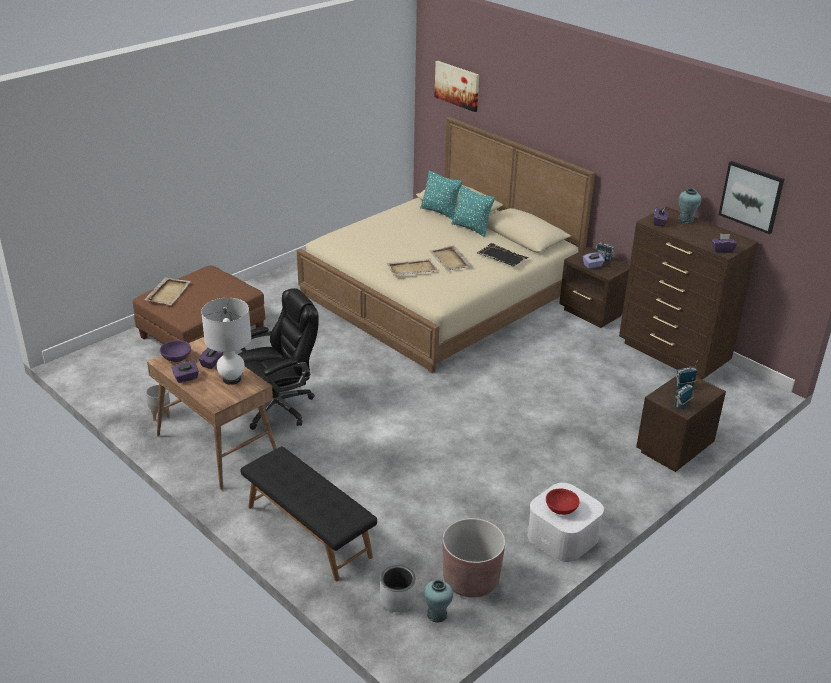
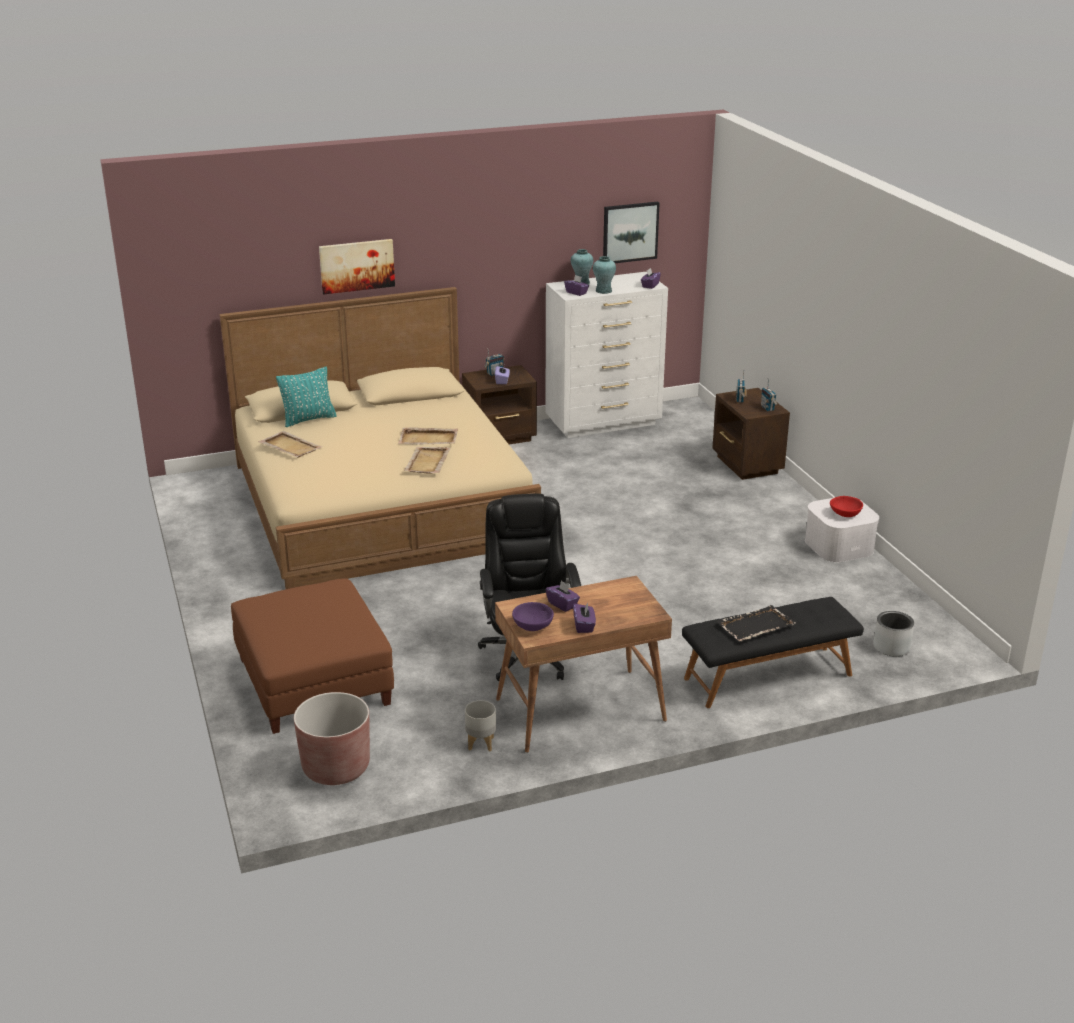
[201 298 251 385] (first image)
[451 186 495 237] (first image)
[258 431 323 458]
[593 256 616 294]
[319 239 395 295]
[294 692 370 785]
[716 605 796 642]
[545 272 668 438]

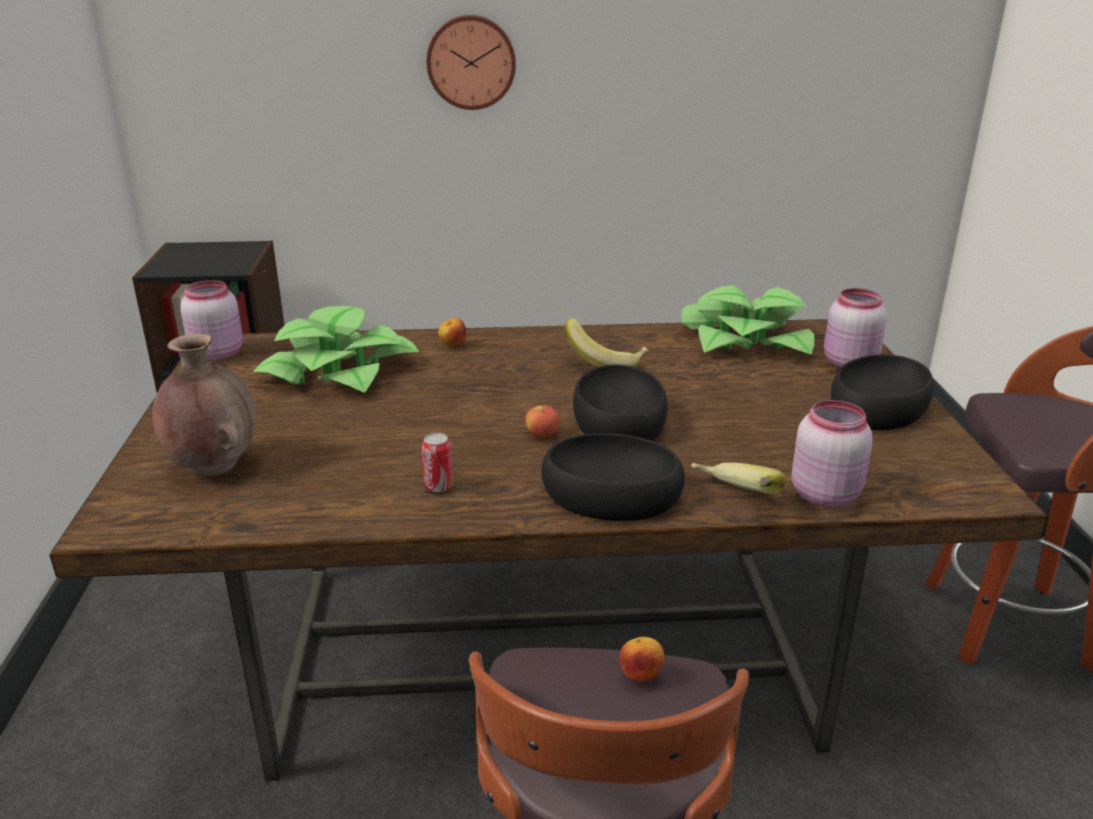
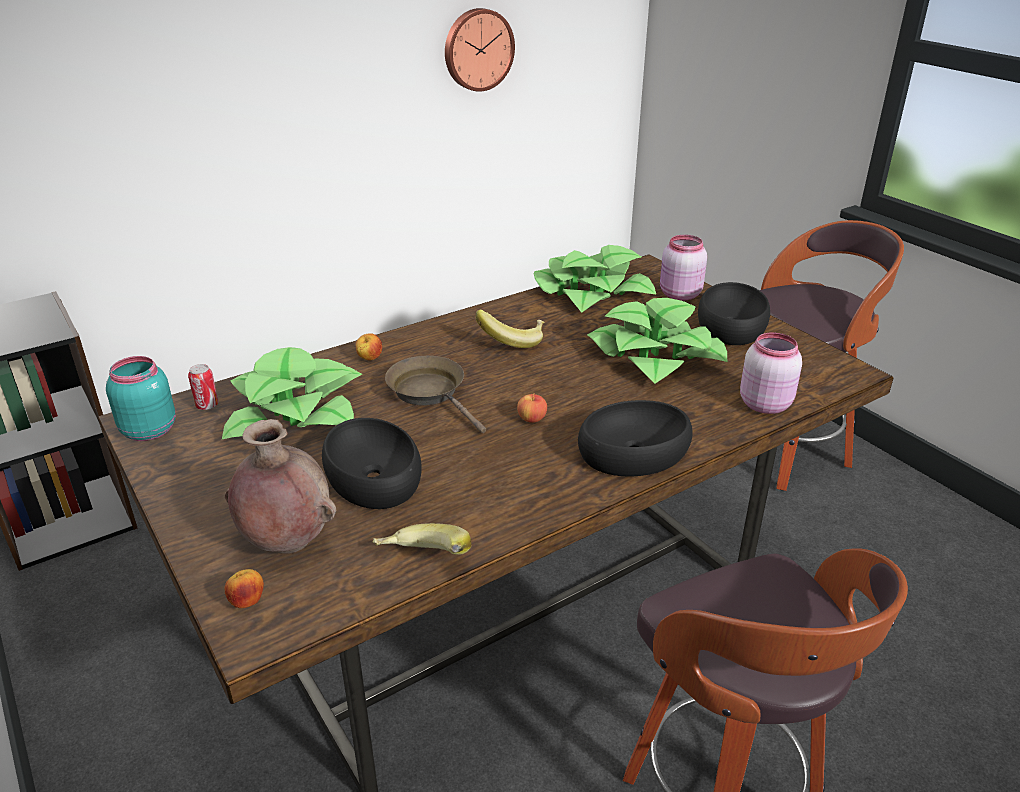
[385 356 486 433]
[587 298 727 384]
[188 364 218 410]
[445 8 515 92]
[322 418 422 509]
[225 569 264 608]
[373 523 471 555]
[106 356 175 441]

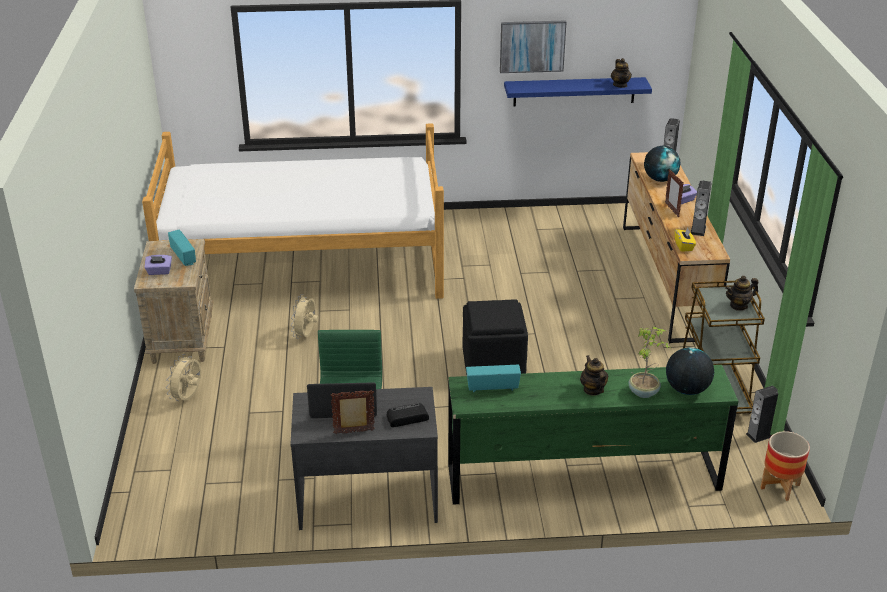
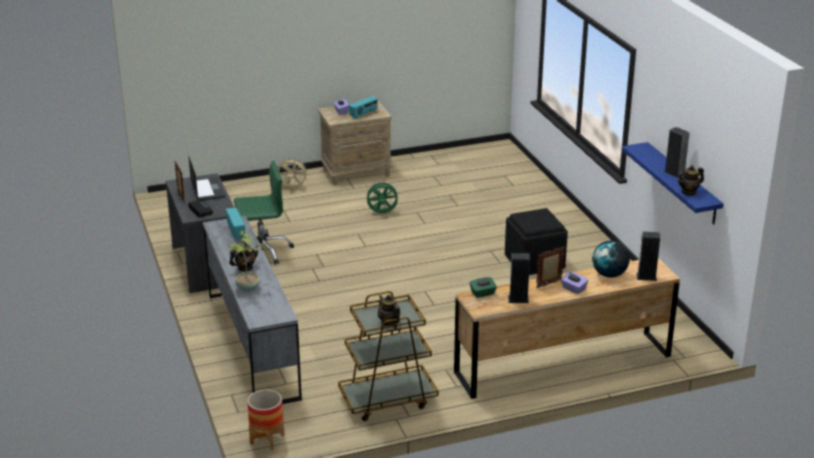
[142 123 444 299] (first image)
[500 21 566 73] (first image)
[666 347 714 395] (first image)
[505 208 568 275]
[664 127 689 178]
[365 181 400 213]
[203 216 302 404]
[470 277 497 298]

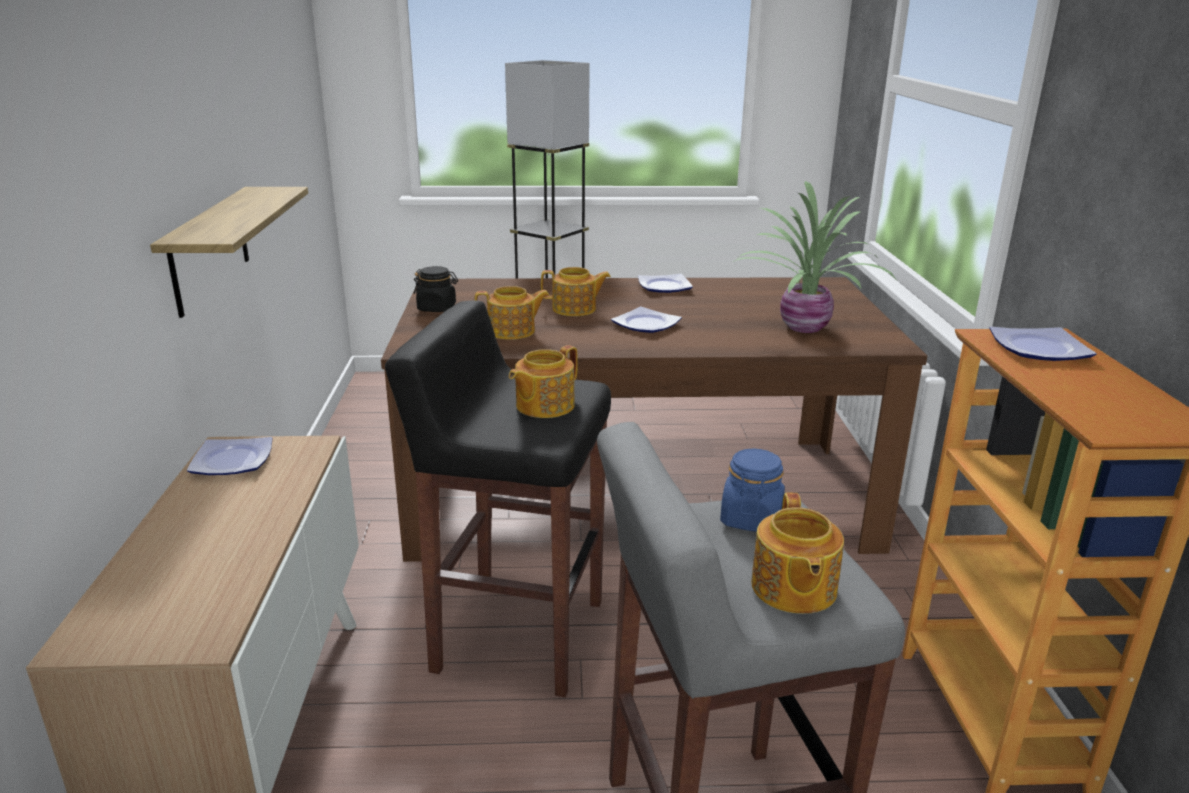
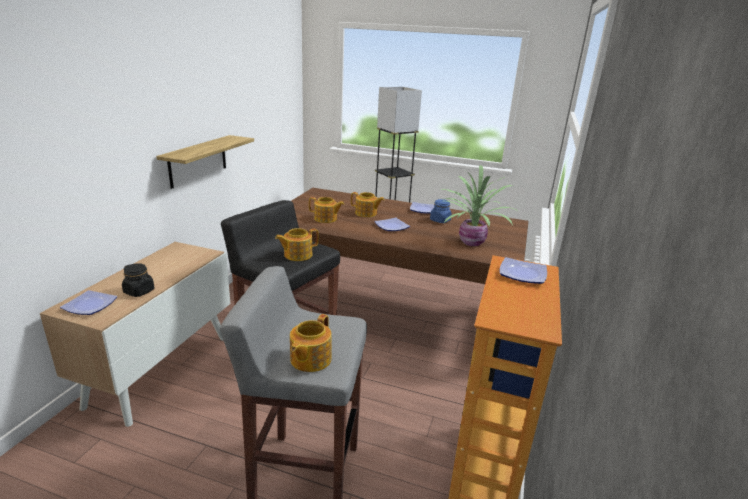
[60 290 117 315]
[122 263 154 297]
[430 199 452 223]

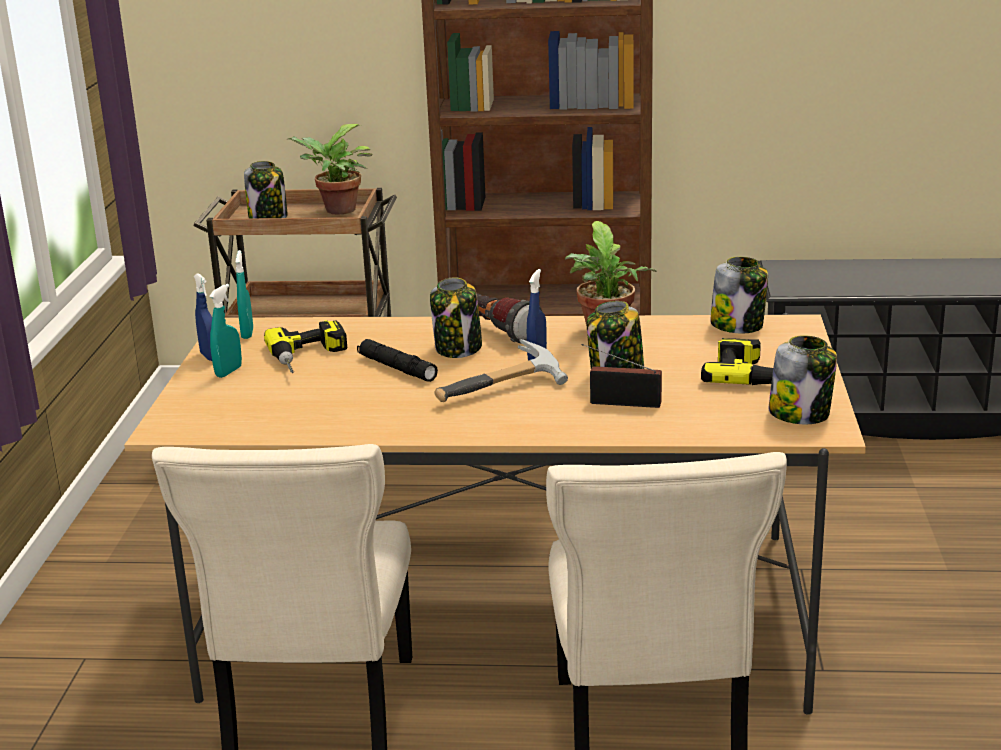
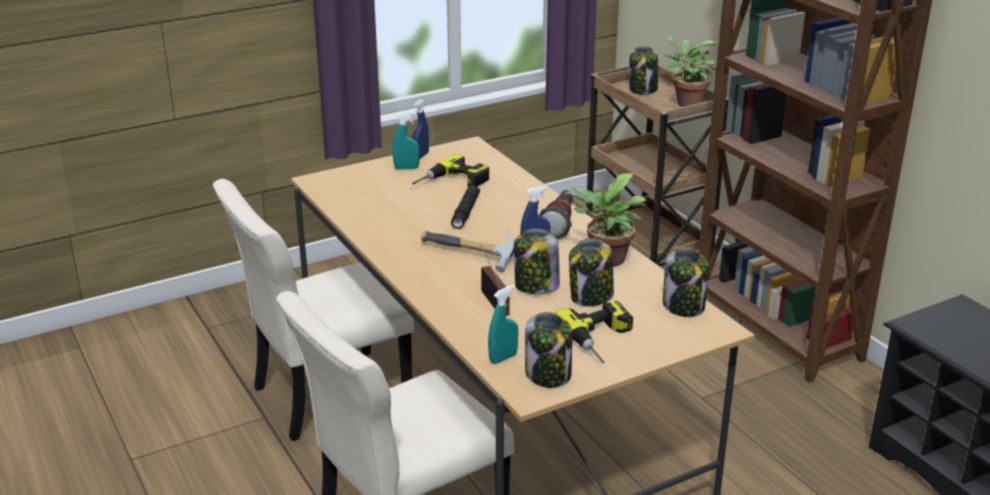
[488 285 518 364]
[569 238 614 307]

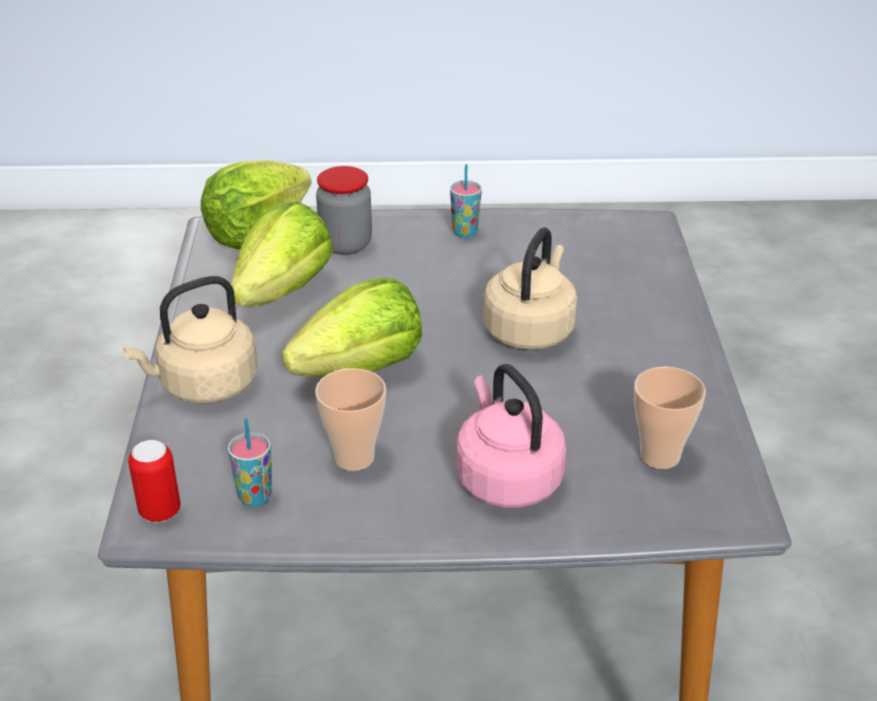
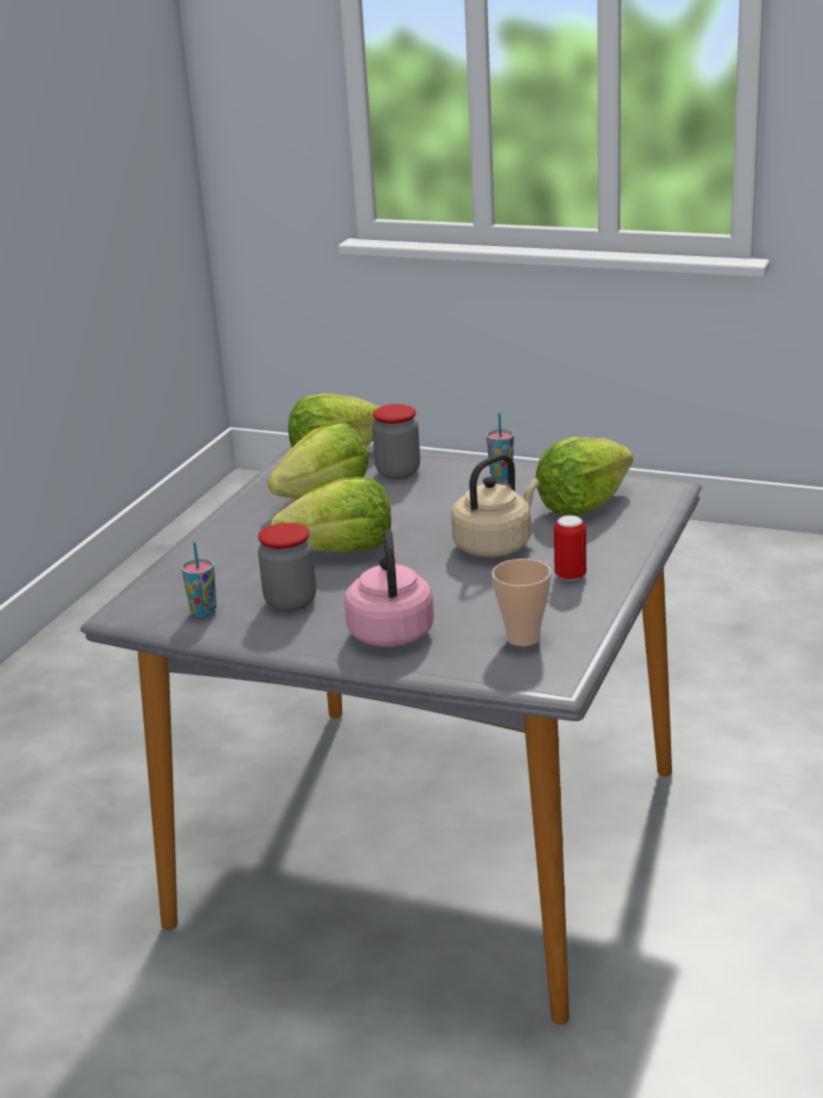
[123 276 257 403] (first image)
[536 437 633 516]
[554 515 586 581]
[258 523 316 612]

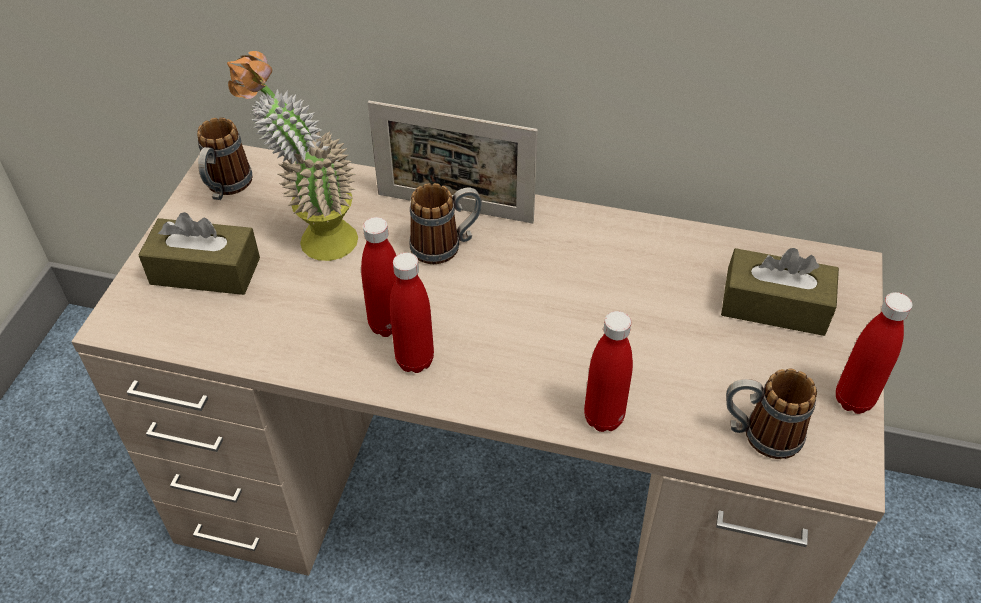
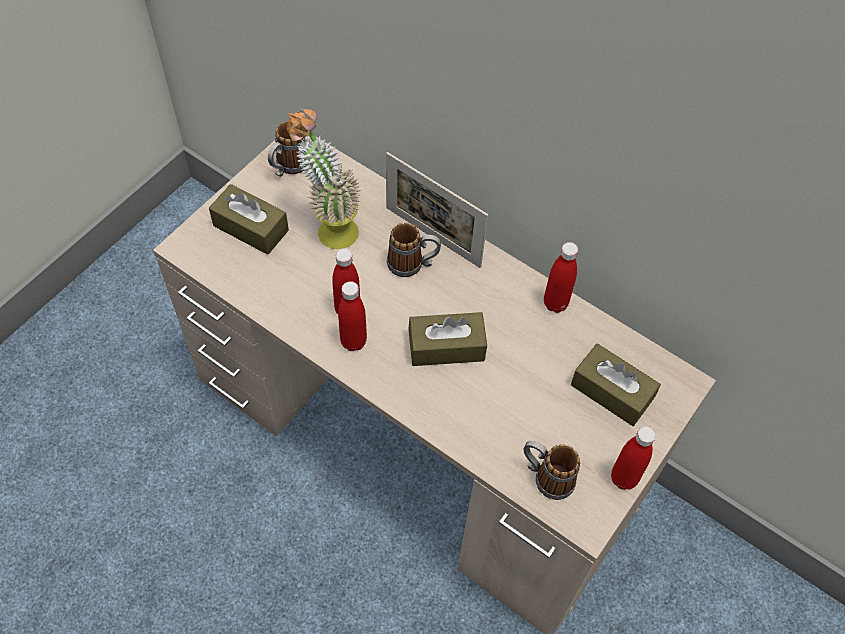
[408 312 487 366]
[544 242 578 313]

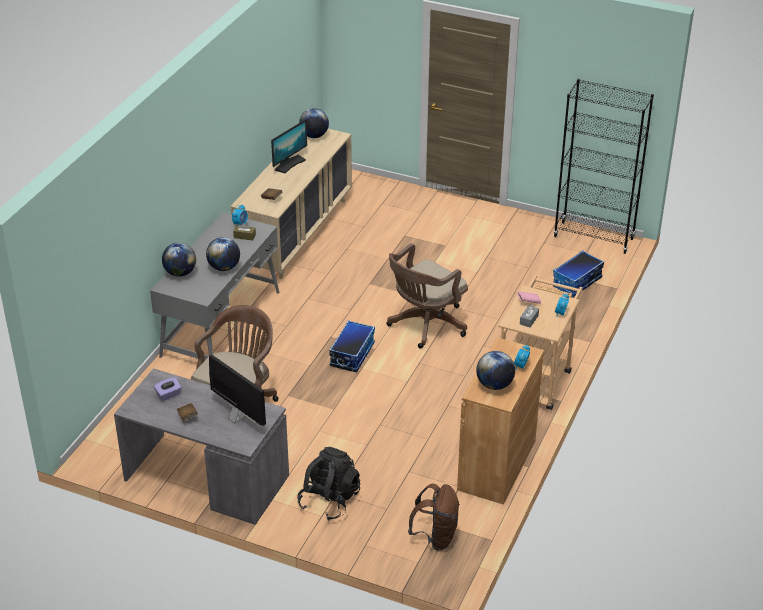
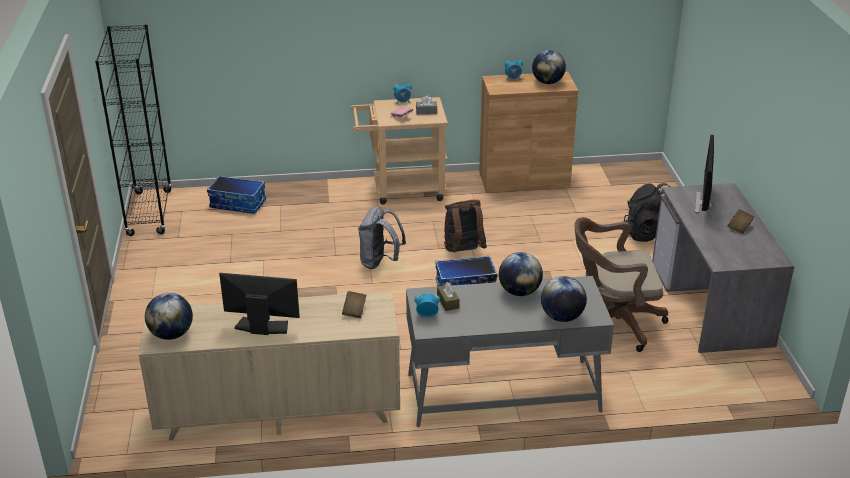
[154 377 182 401] (first image)
[444 200 487 253]
[358 206 406 269]

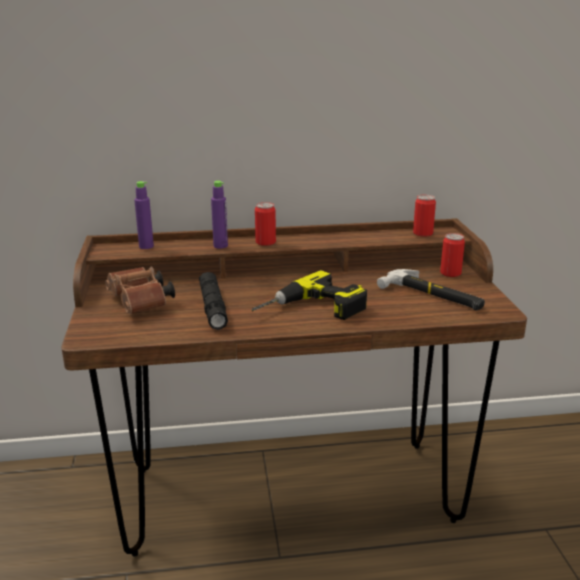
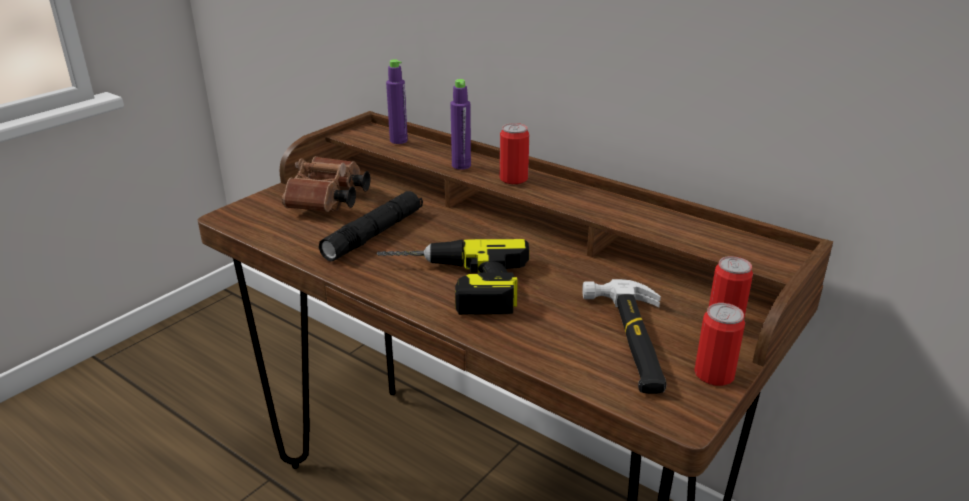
[694 303 745 386]

